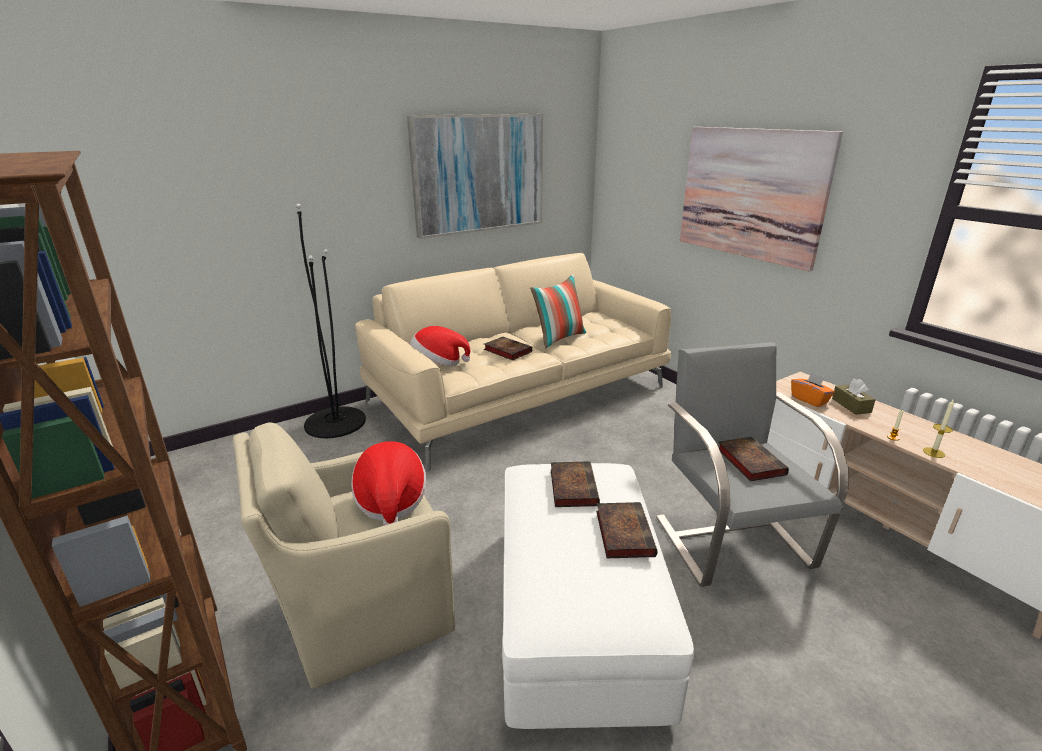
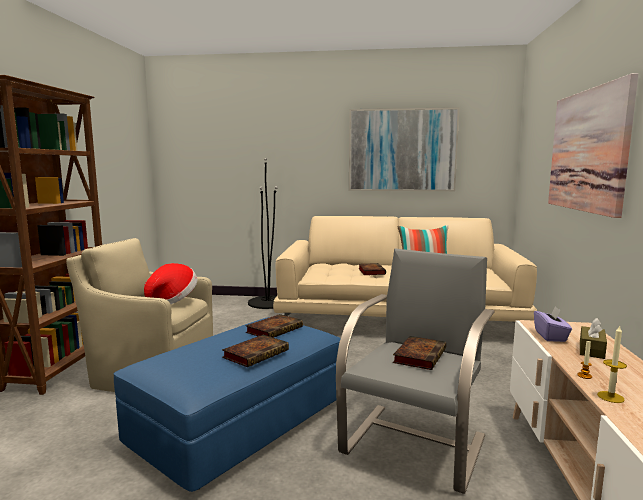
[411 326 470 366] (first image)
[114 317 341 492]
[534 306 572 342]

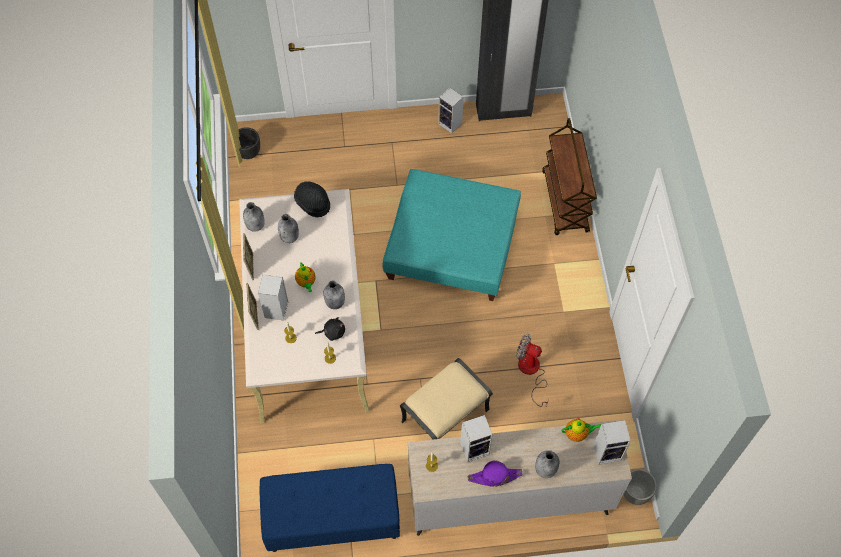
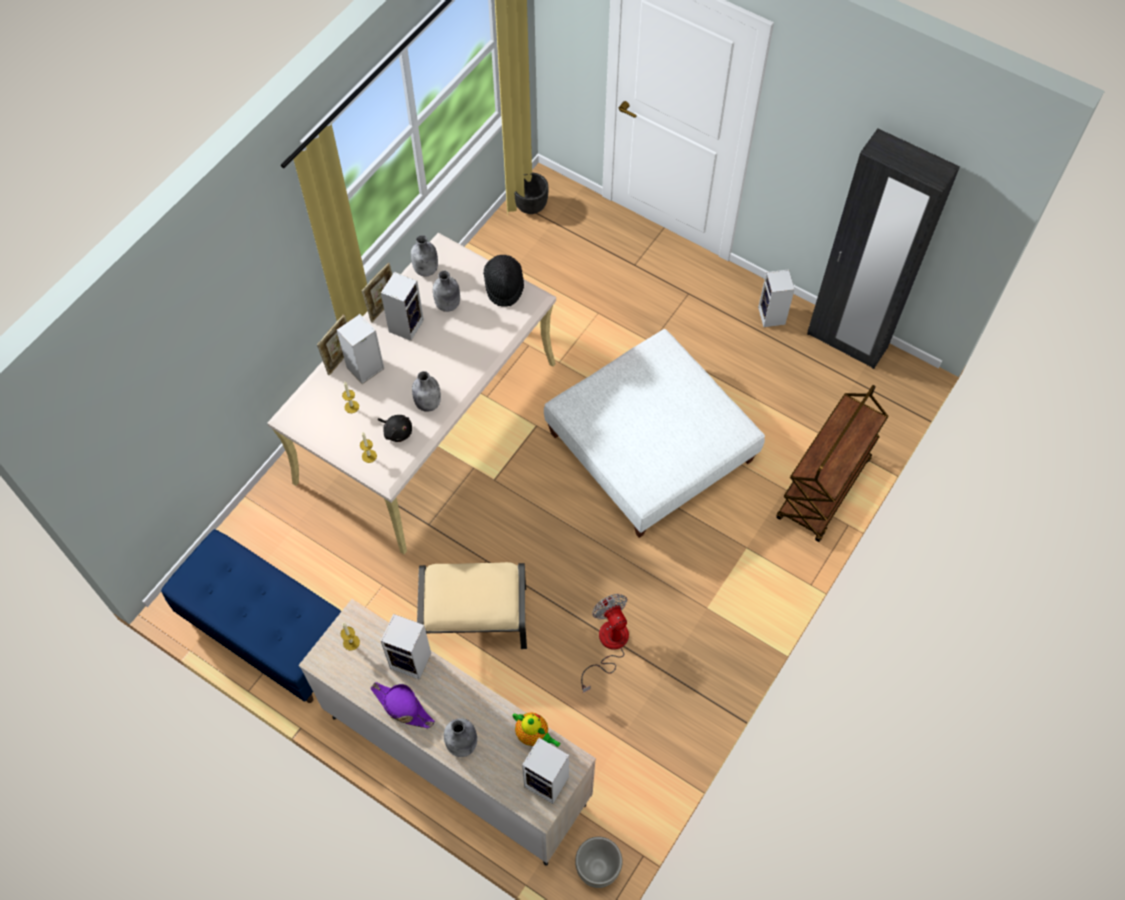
[295 262 316 292] (first image)
[381 272 424 341]
[544 329 765 538]

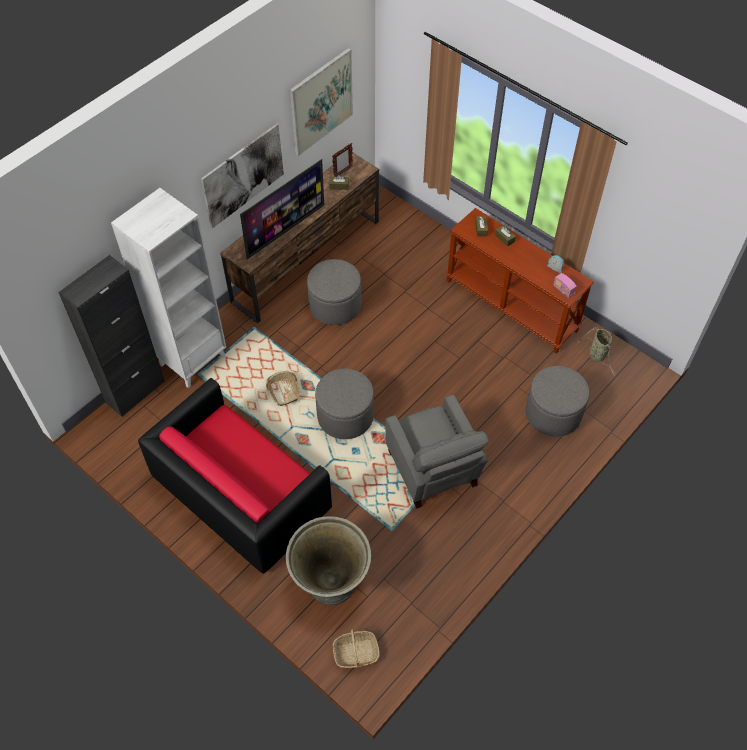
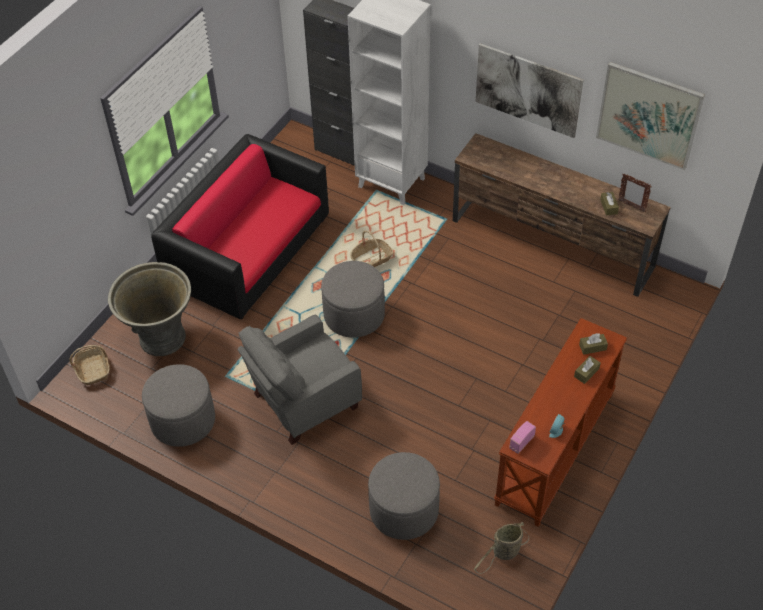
[240 159 324 259] (first image)
[142 364 215 447]

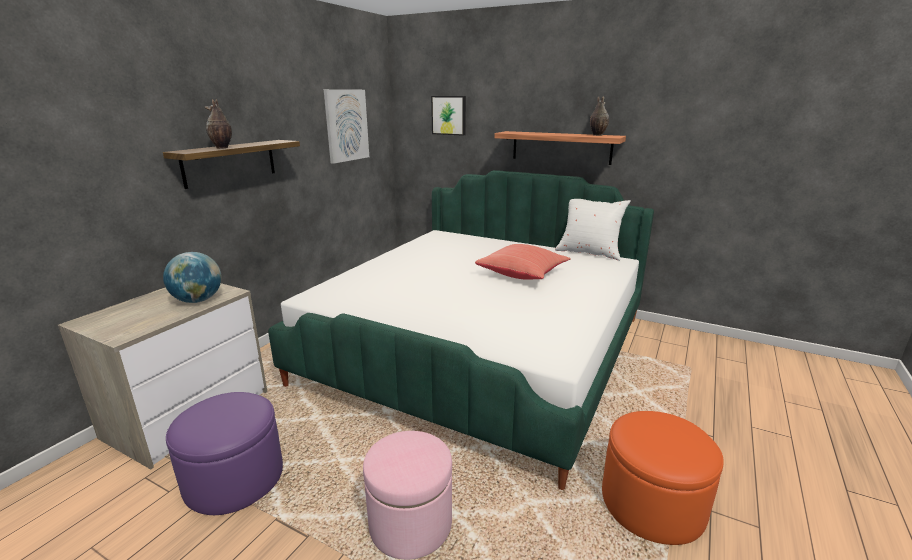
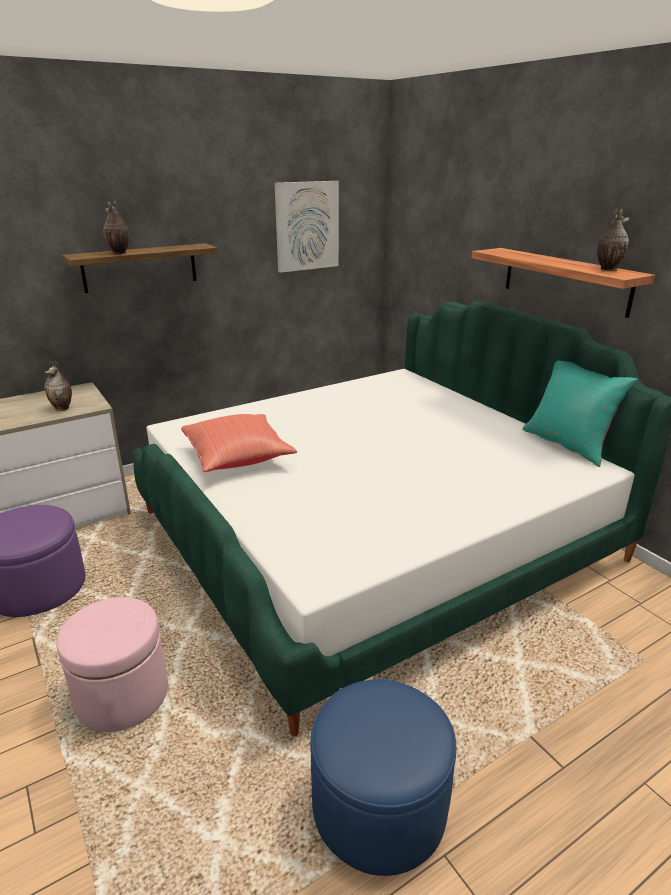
[431 96 466 136] (first image)
[181 414 297 472]
[44 360 72 411]
[523 361 638 467]
[310 679 456 876]

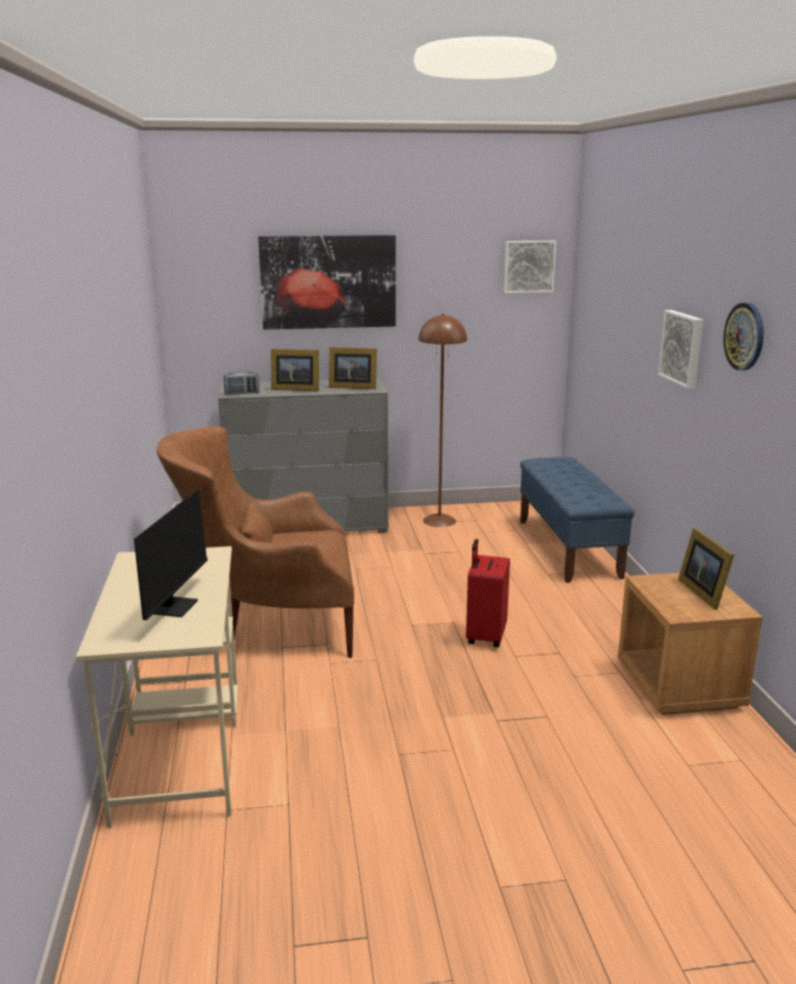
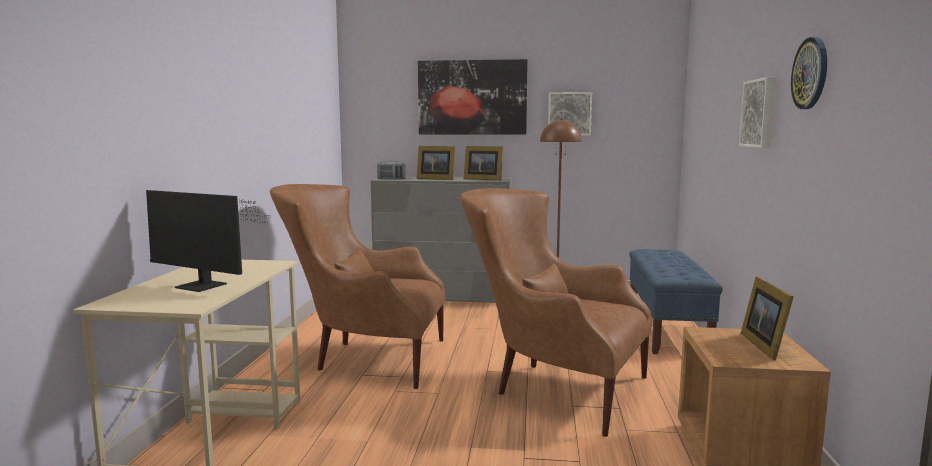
[548 92 592 136]
[460 188 652 437]
[146 190 271 292]

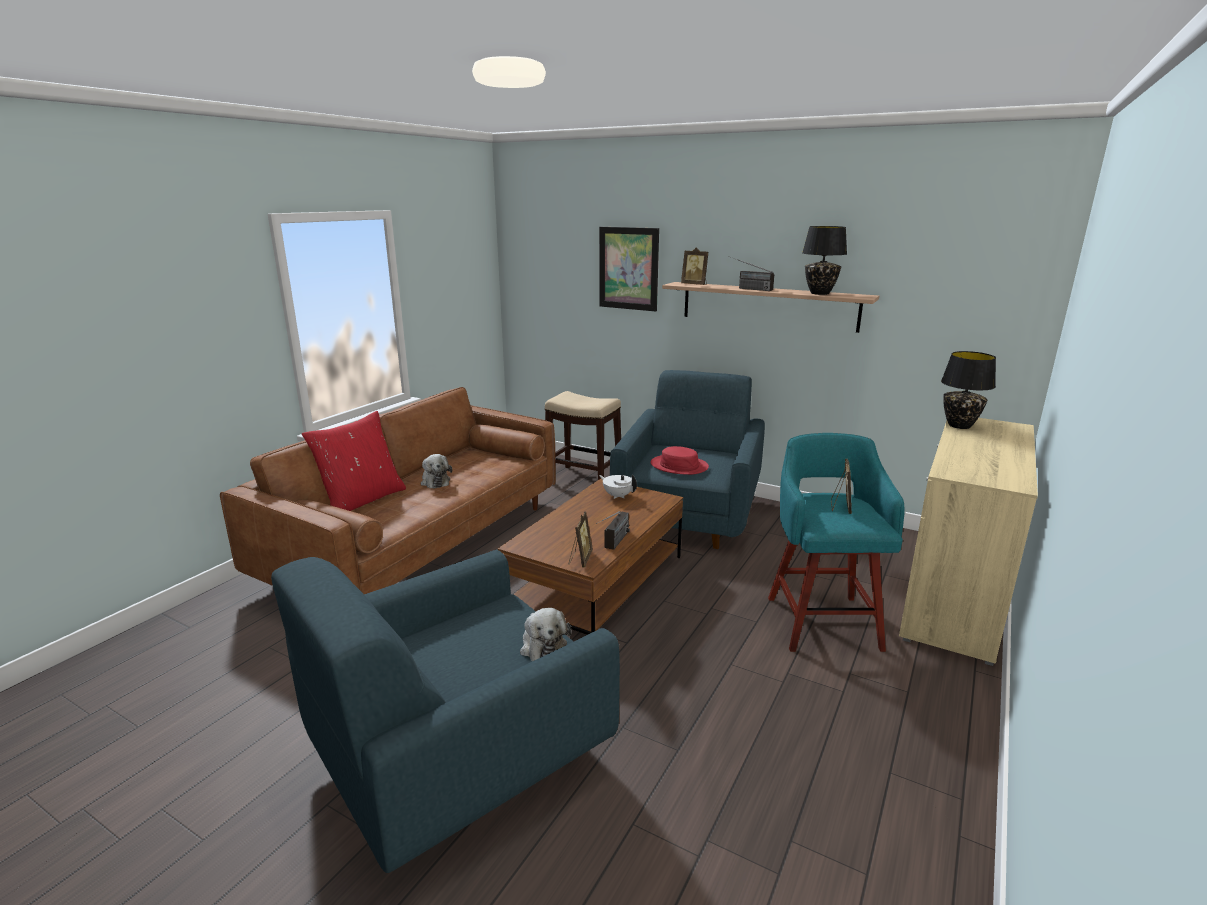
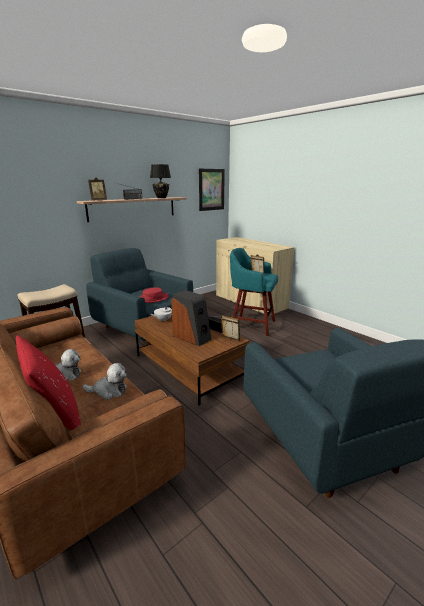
[941 351 996 429] (first image)
[171 290 212 346]
[83 363 127 400]
[199 169 225 211]

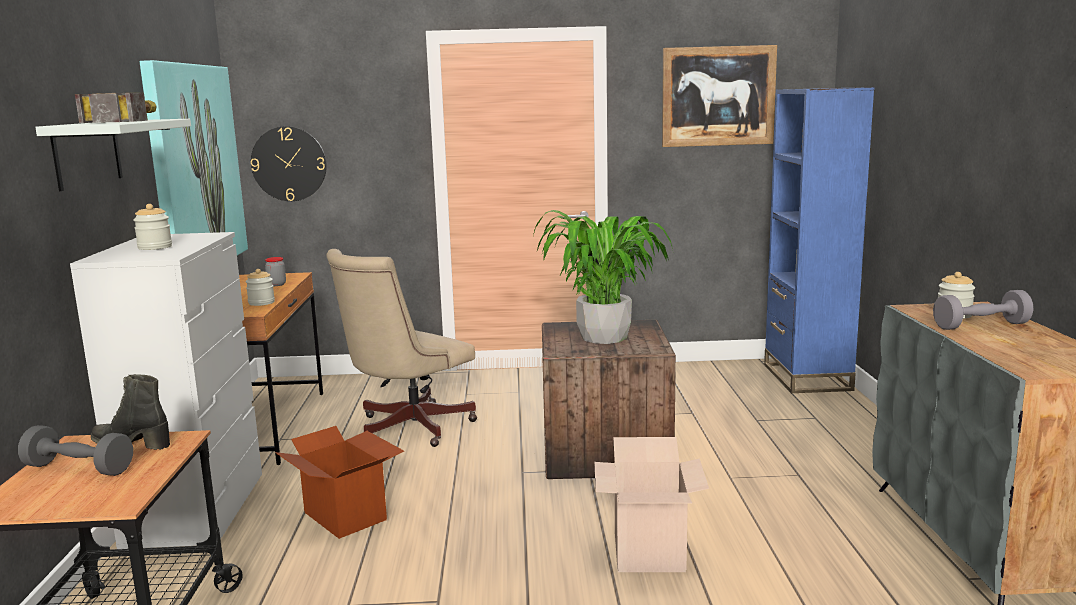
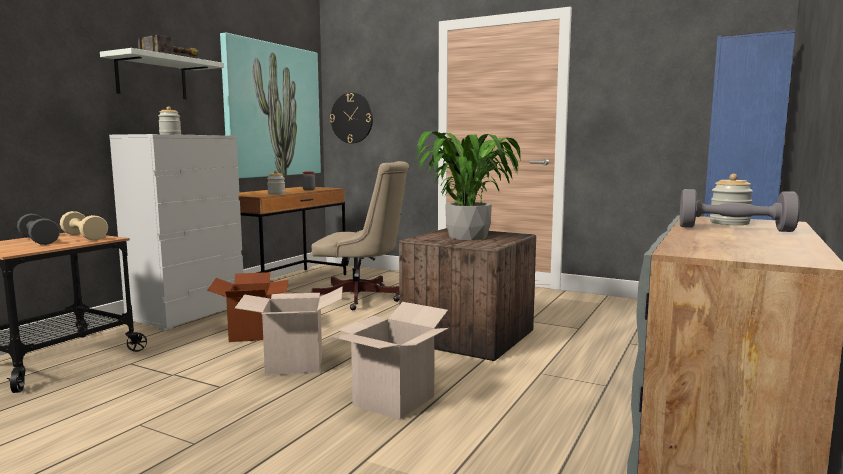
[662 45 777 147] (first image)
[235 287 343 376]
[60 211 108 240]
[311 161 409 310]

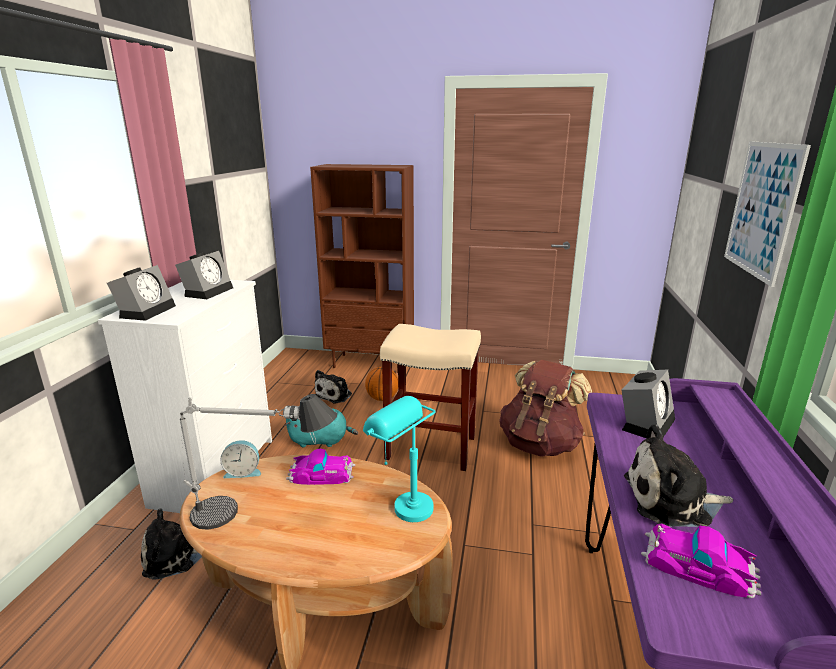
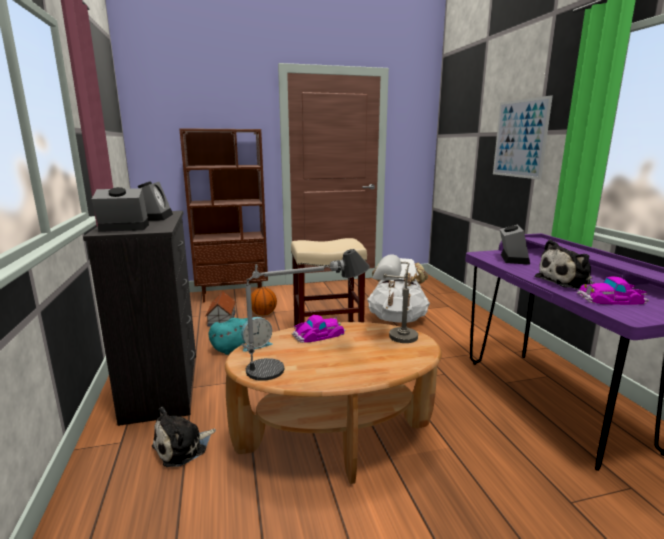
[205 291 236 326]
[83 211 196 426]
[373 254 418 343]
[367 258 430 322]
[92 187 149 232]

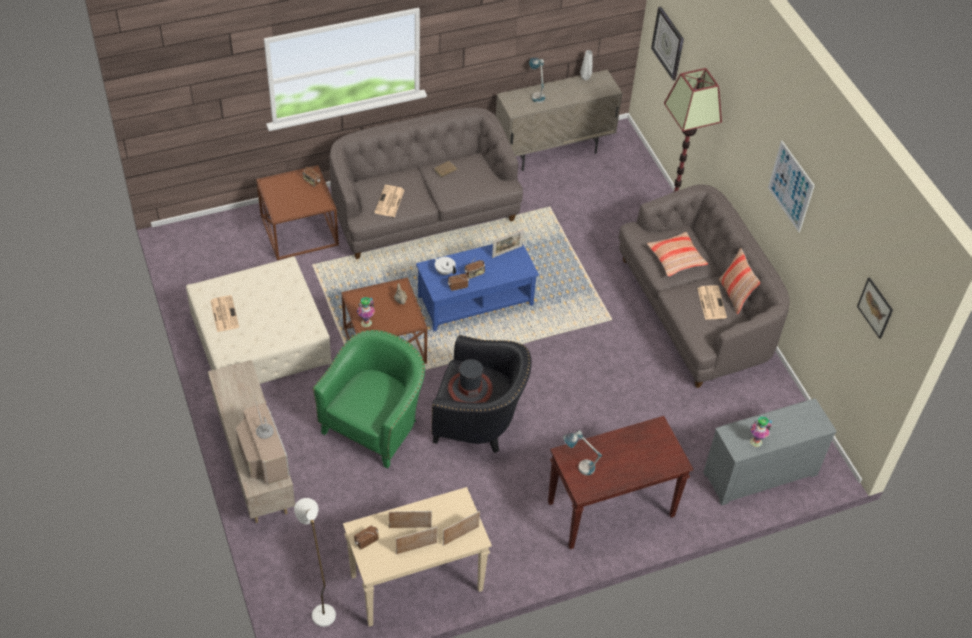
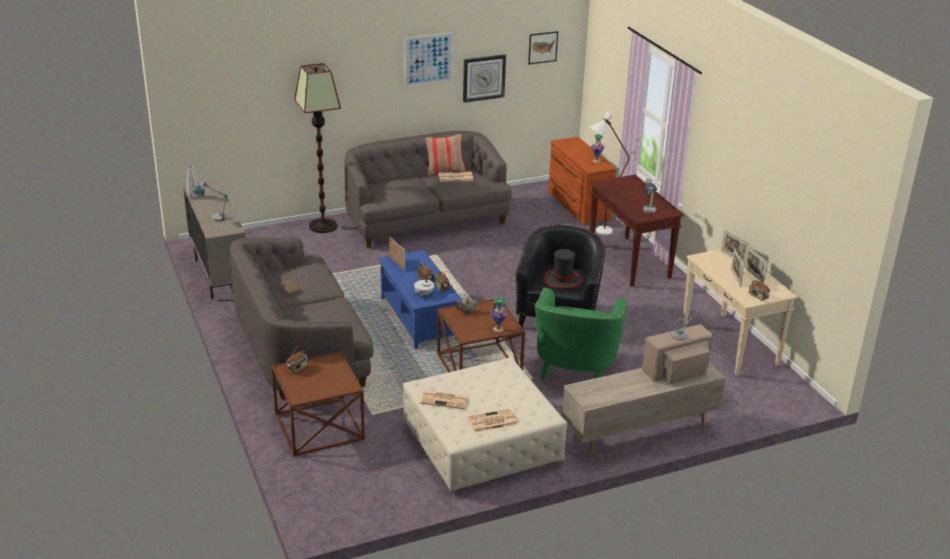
[647 232 708 277] (first image)
[590 112 629 235]
[420 390 469 409]
[463 54 506 103]
[548 137 616 226]
[535 288 628 379]

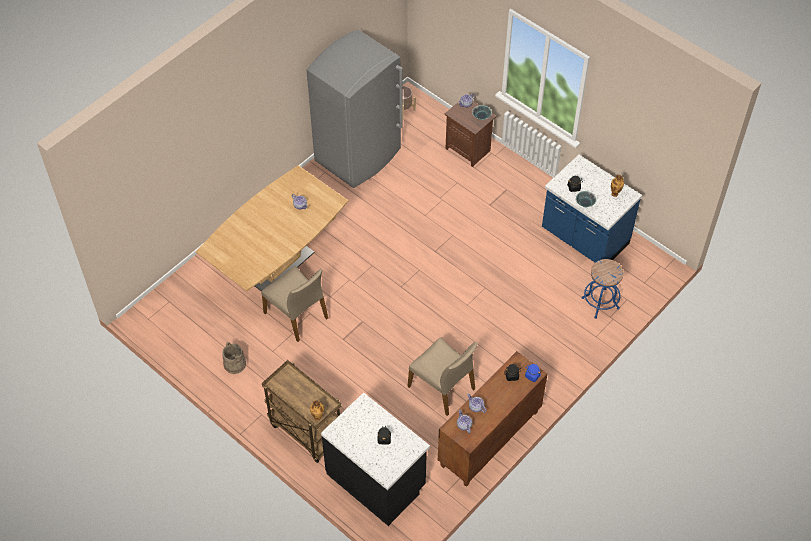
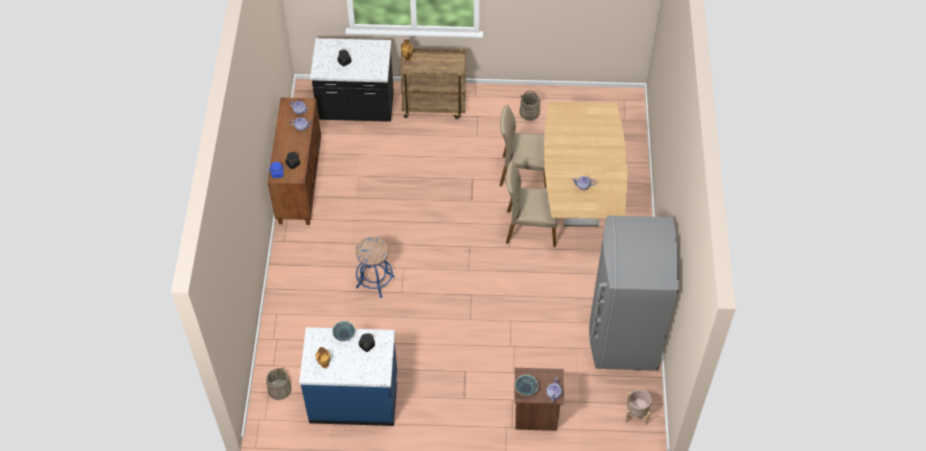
[266 367 292 400]
[506 161 557 247]
[355 237 394 298]

